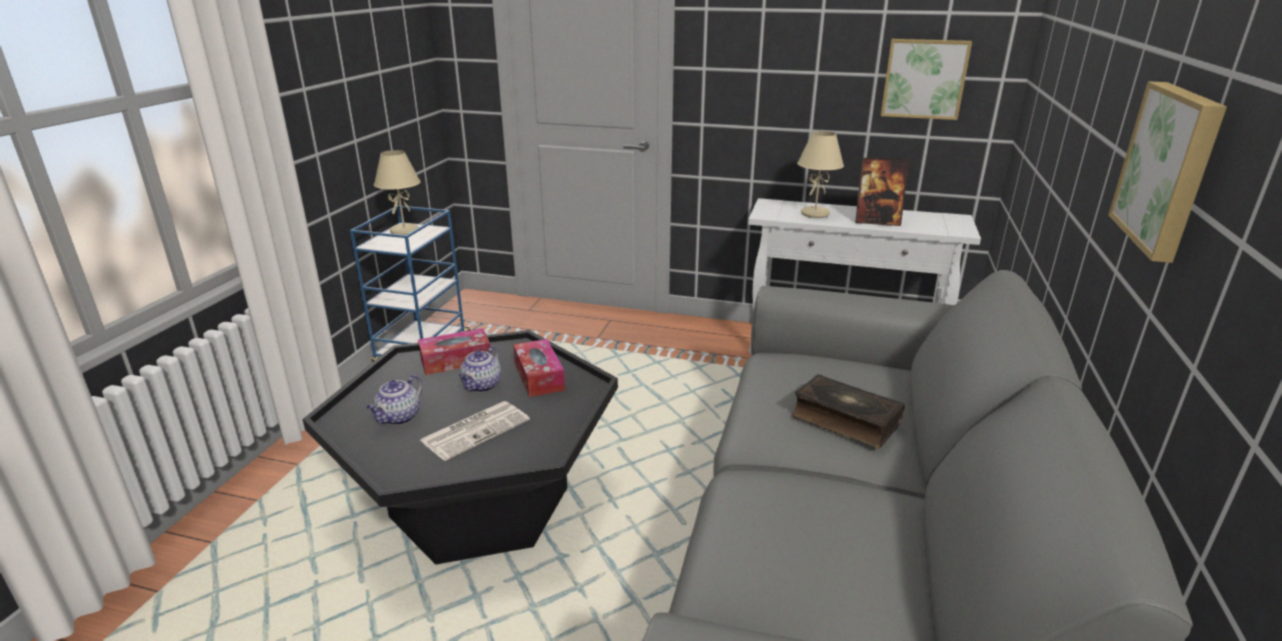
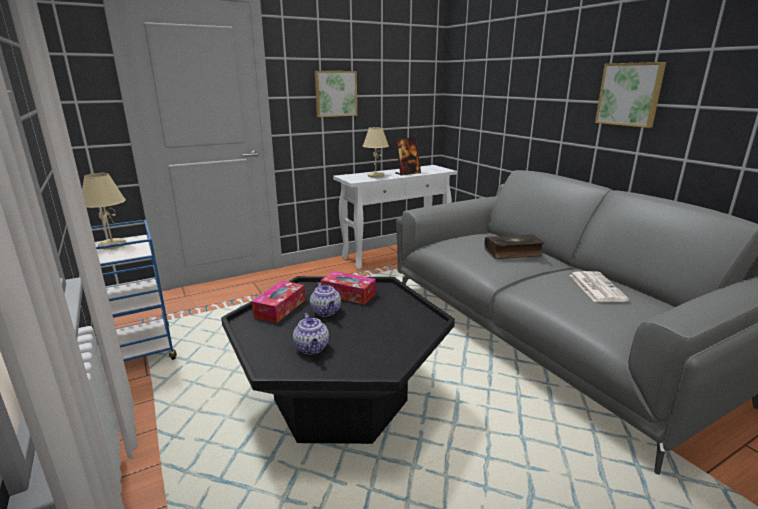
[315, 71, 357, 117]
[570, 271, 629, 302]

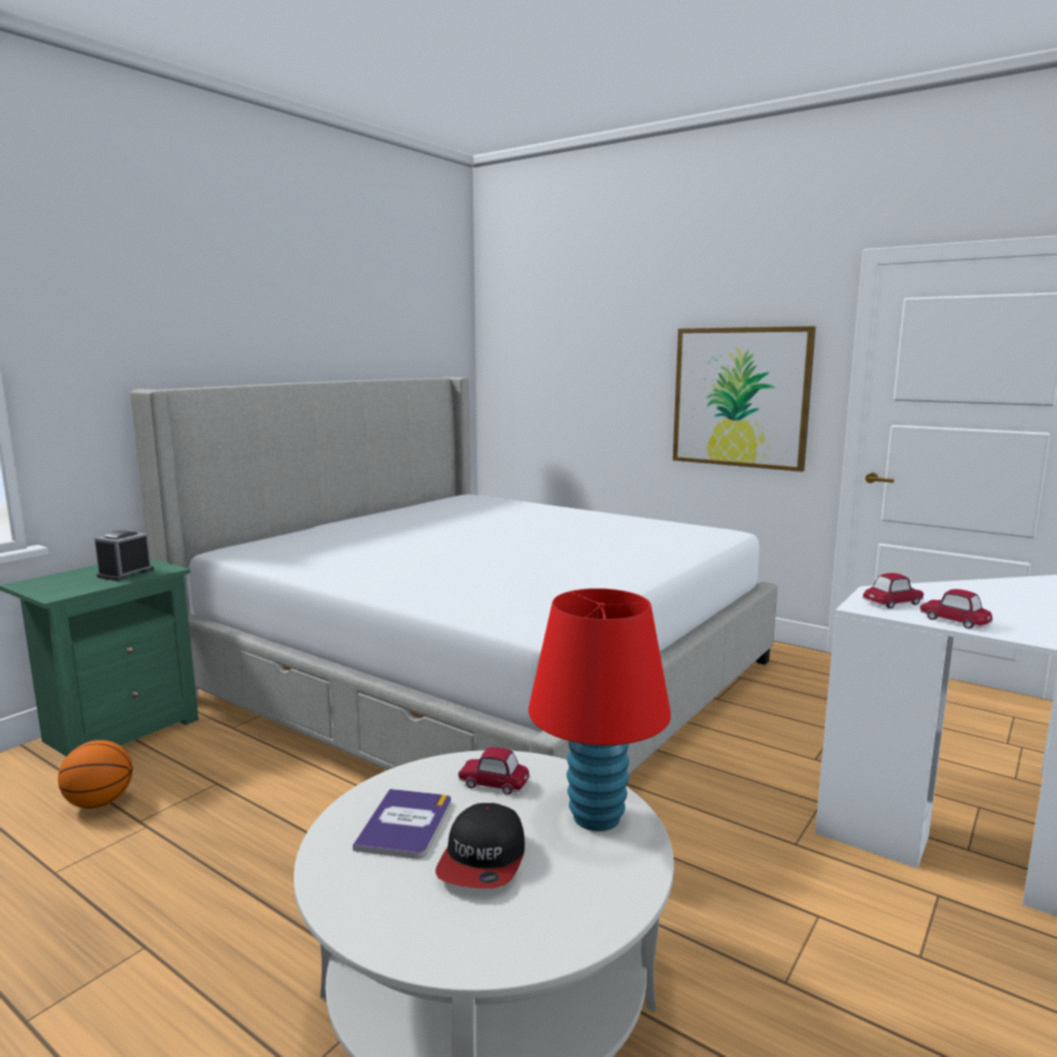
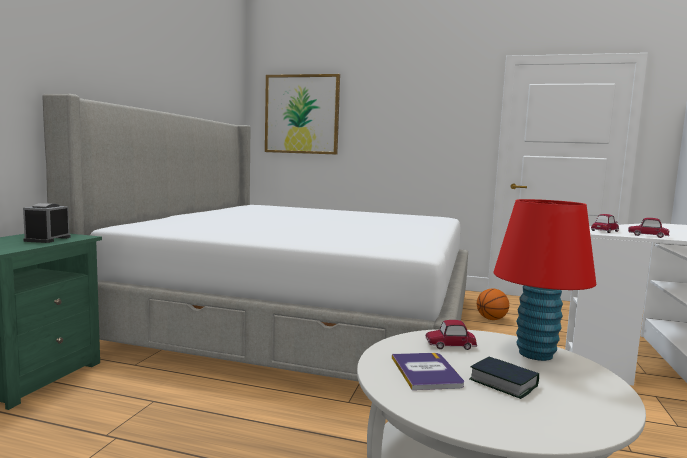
[265, 74, 340, 155]
[477, 289, 509, 320]
[469, 357, 539, 399]

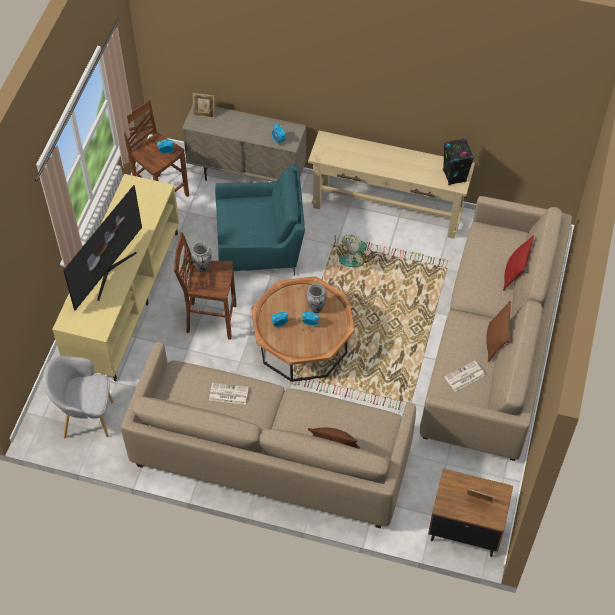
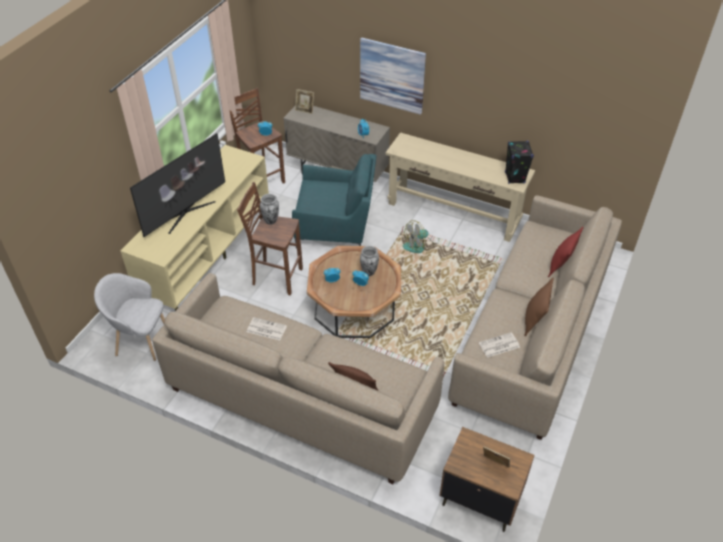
[360, 37, 426, 115]

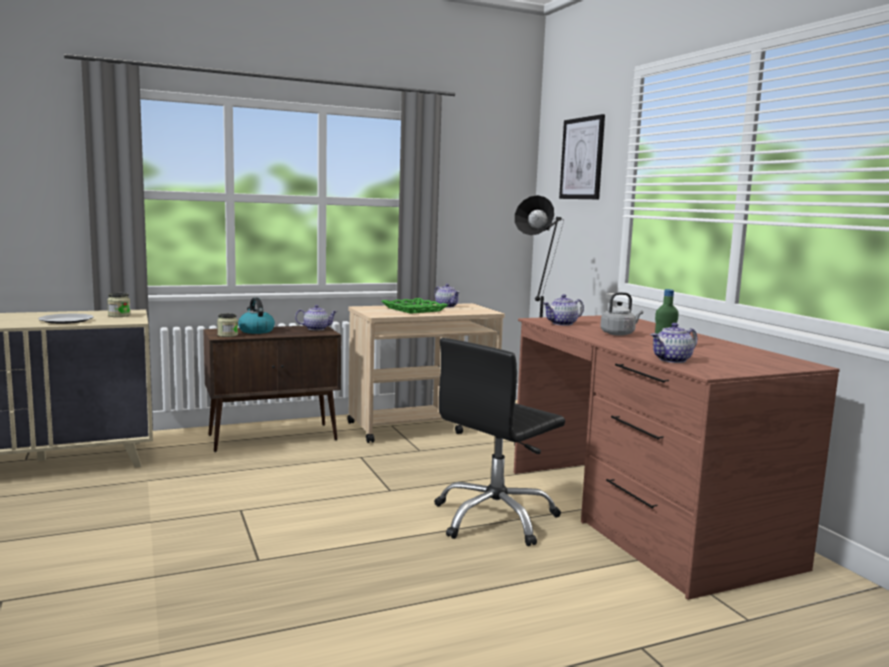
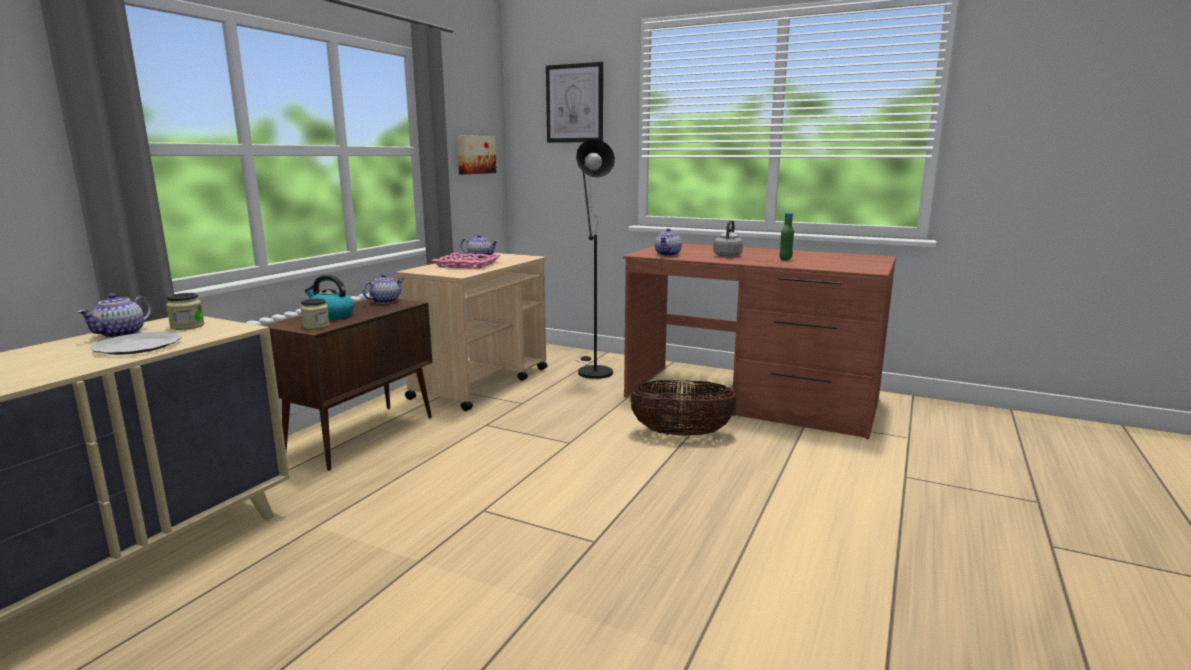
[432, 253, 501, 269]
[77, 293, 152, 338]
[629, 380, 737, 436]
[457, 135, 496, 174]

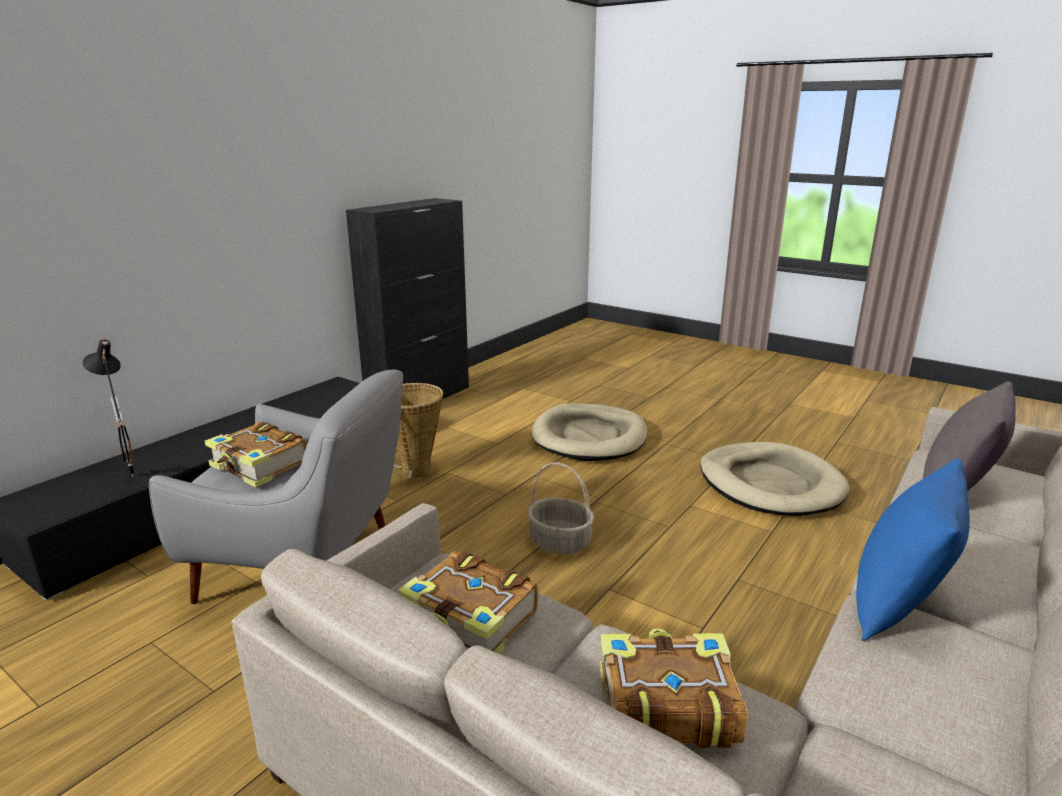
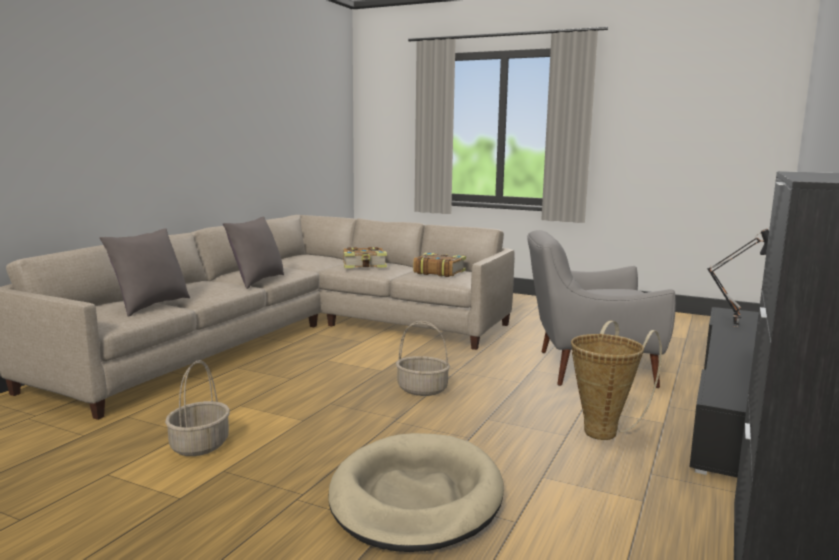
[205, 422, 307, 487] (first image)
[165, 360, 230, 456]
[223, 217, 284, 289]

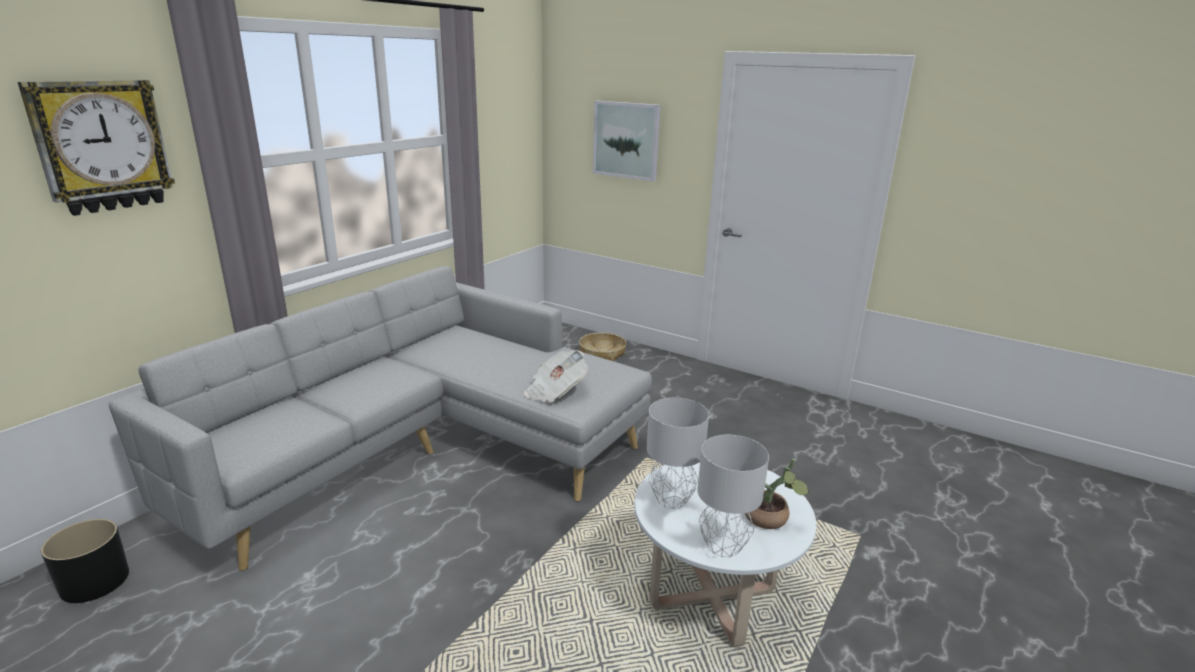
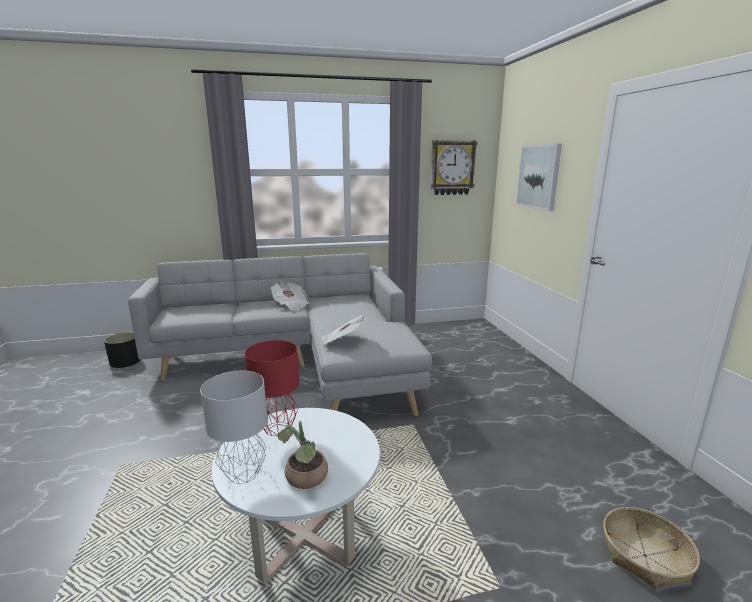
[430, 140, 477, 195]
[603, 507, 700, 589]
[245, 340, 299, 436]
[271, 281, 310, 311]

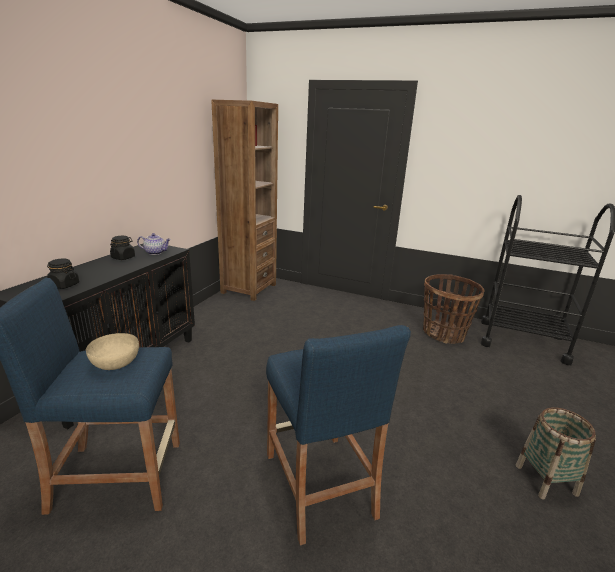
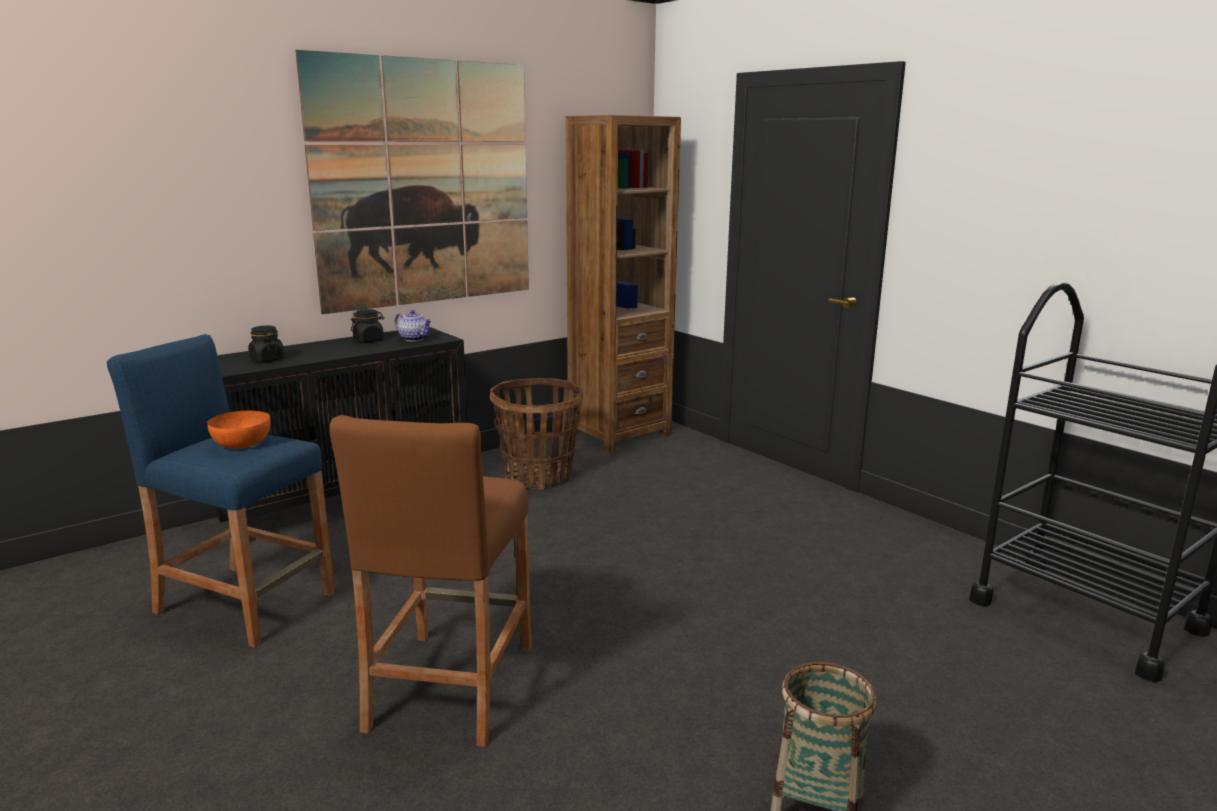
[490, 378, 583, 489]
[329, 415, 531, 747]
[207, 411, 271, 449]
[295, 50, 529, 314]

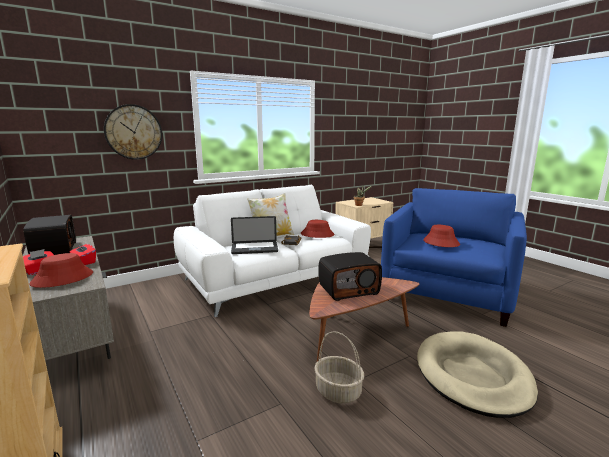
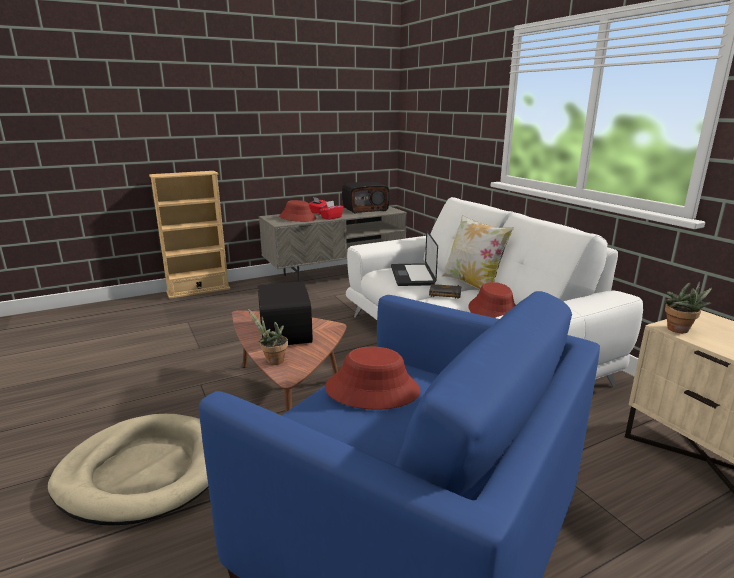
[104, 104, 162, 160] (first image)
[314, 331, 364, 403] (first image)
[248, 309, 288, 365]

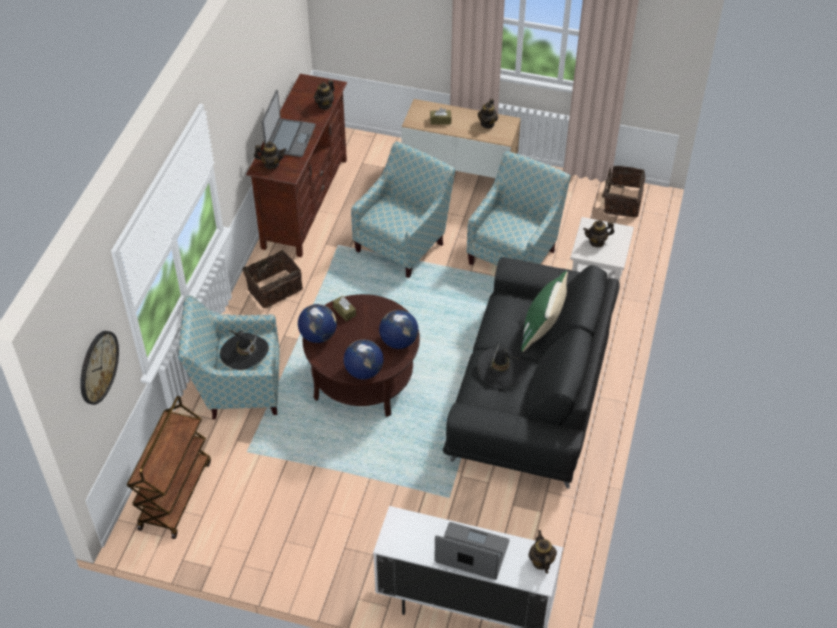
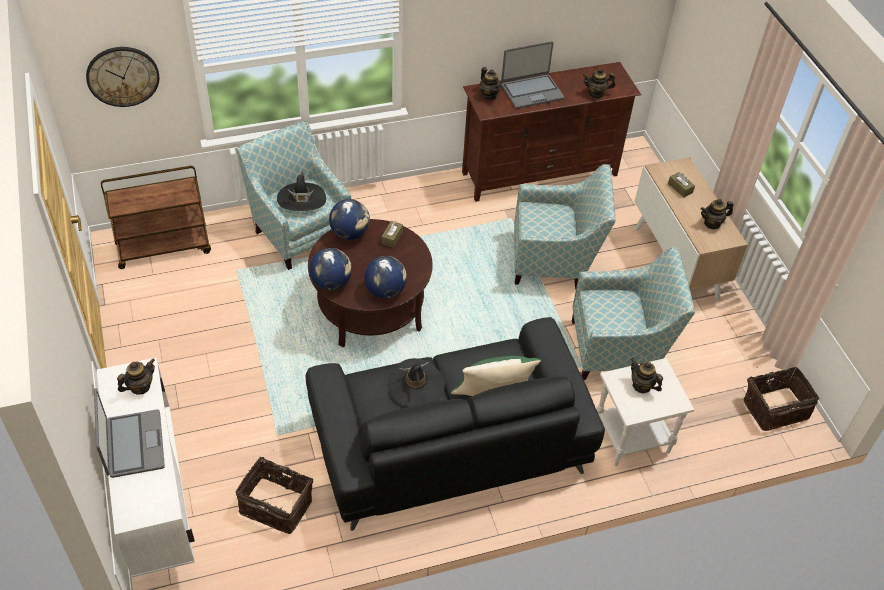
[236, 457, 313, 534]
[117, 358, 155, 395]

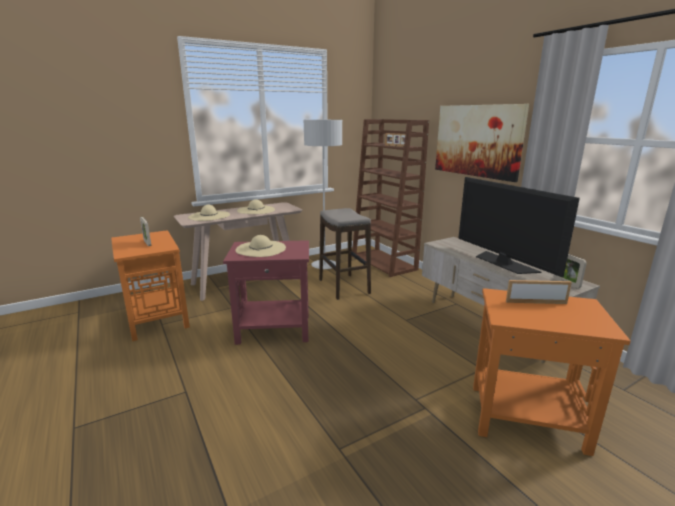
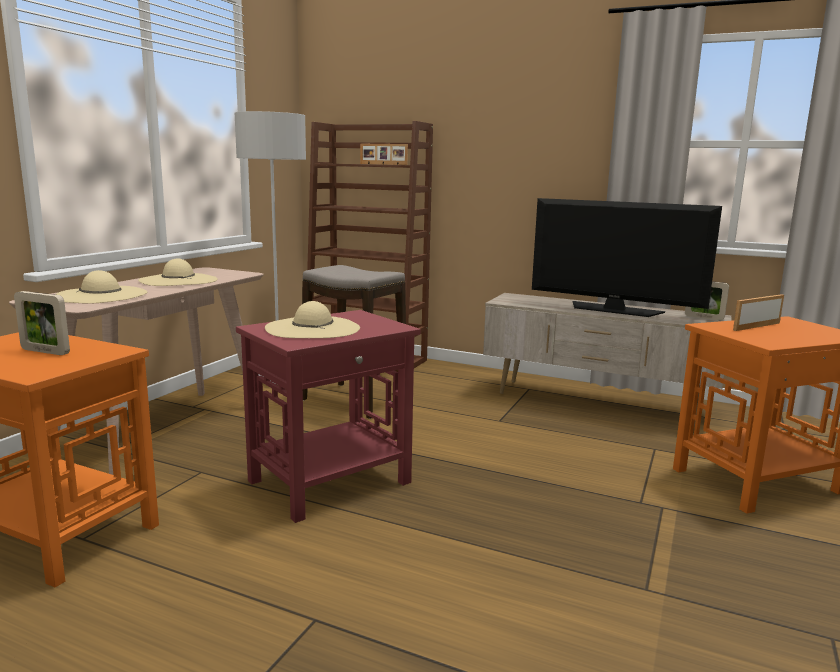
[435, 104, 529, 182] (first image)

